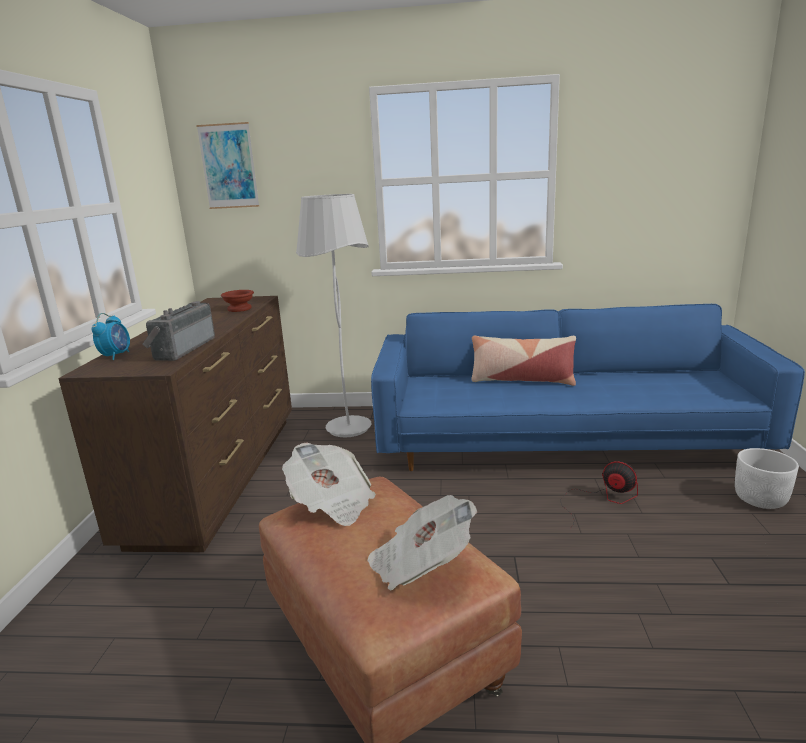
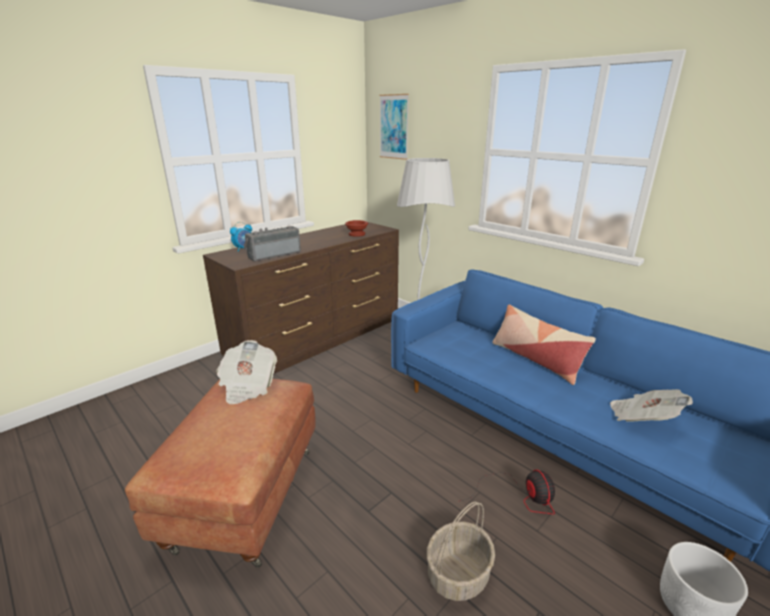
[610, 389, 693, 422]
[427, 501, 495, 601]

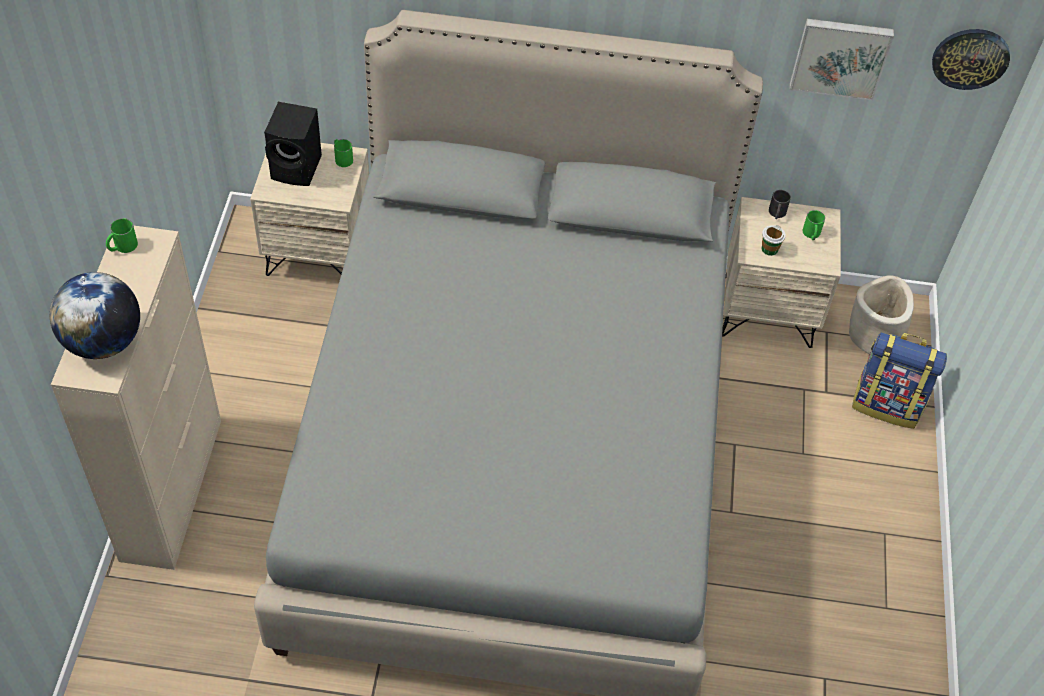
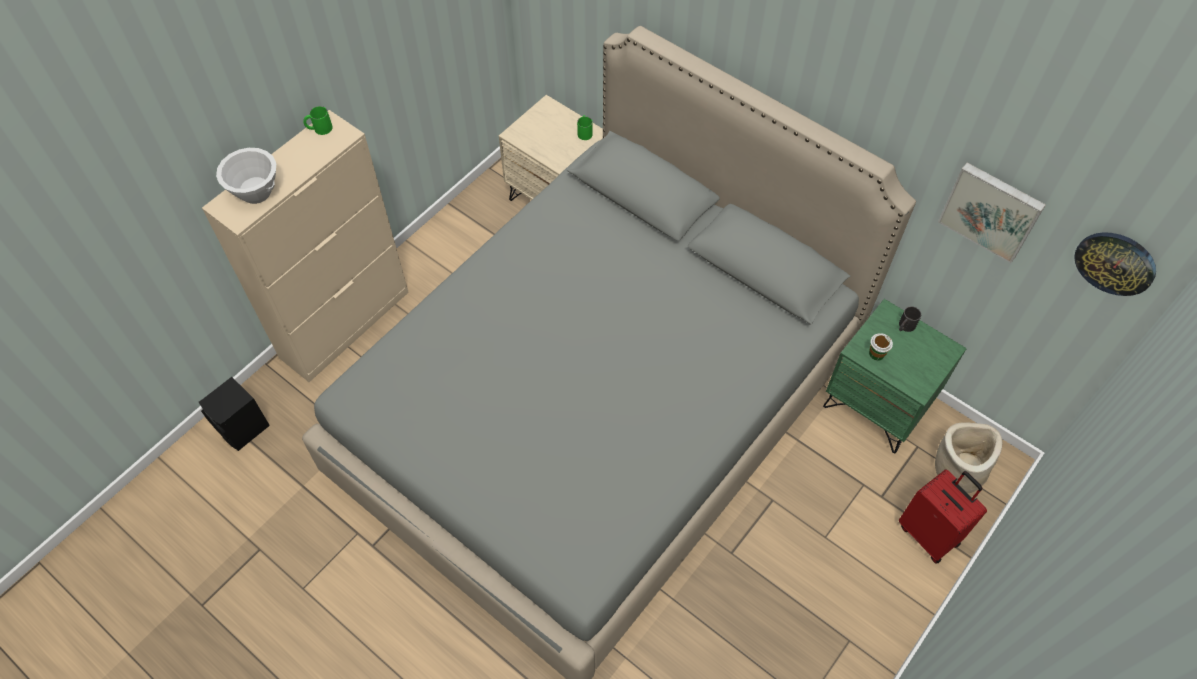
[199, 377, 270, 451]
[823, 299, 967, 454]
[802, 210, 825, 240] (first image)
[216, 148, 276, 204]
[899, 469, 987, 564]

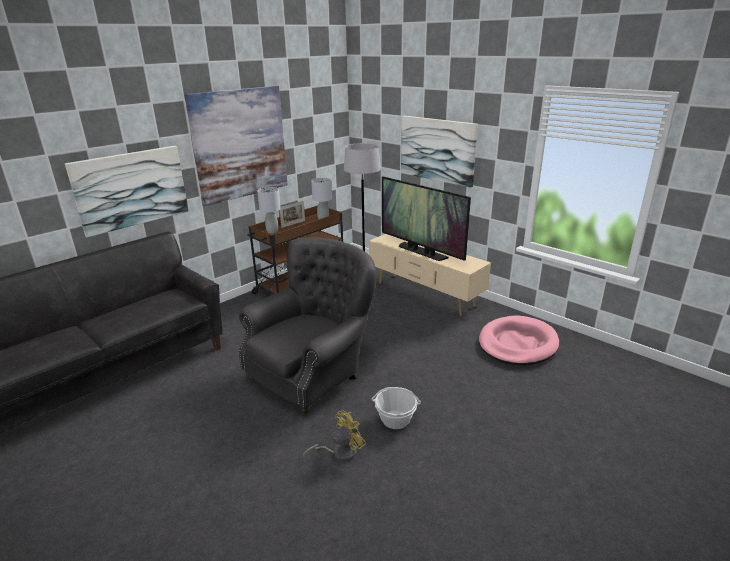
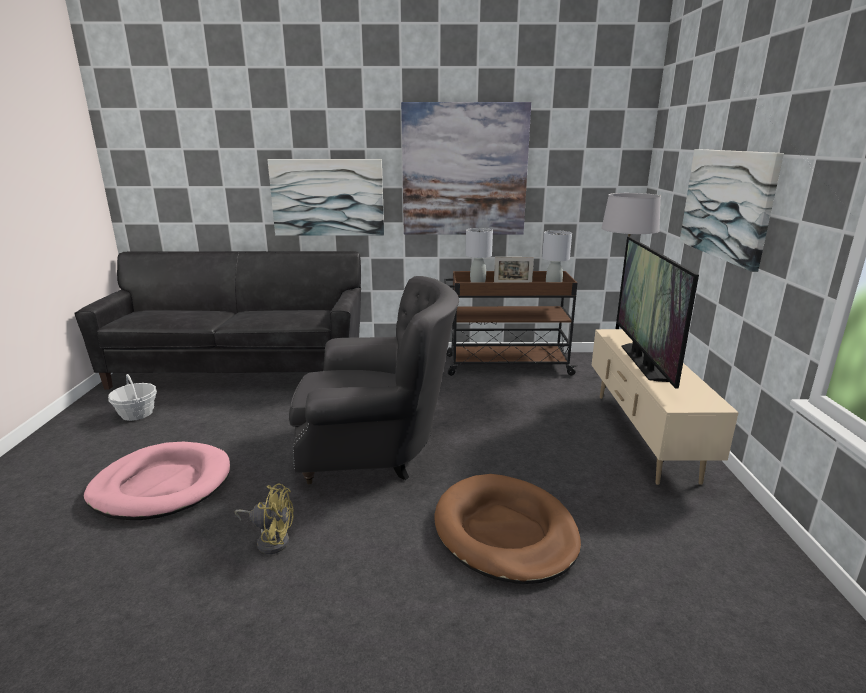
[84, 441, 230, 520]
[108, 374, 157, 421]
[434, 474, 581, 584]

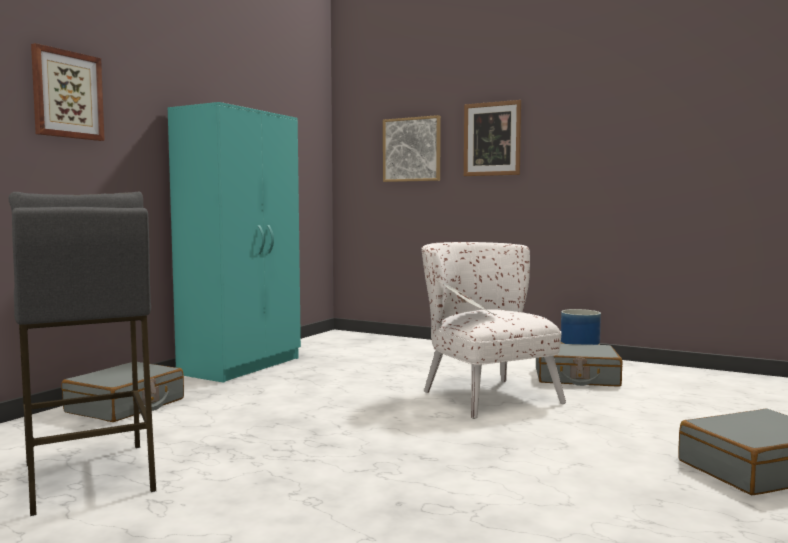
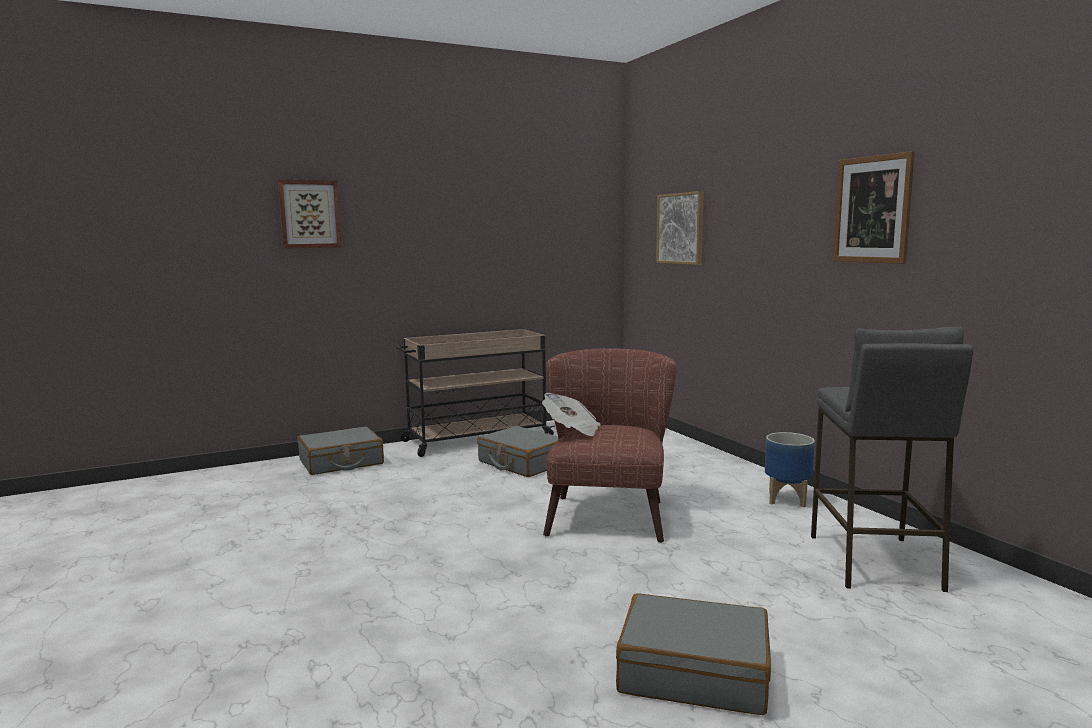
[833, 151, 915, 264]
[396, 329, 555, 457]
[811, 327, 974, 592]
[543, 348, 677, 543]
[477, 426, 558, 477]

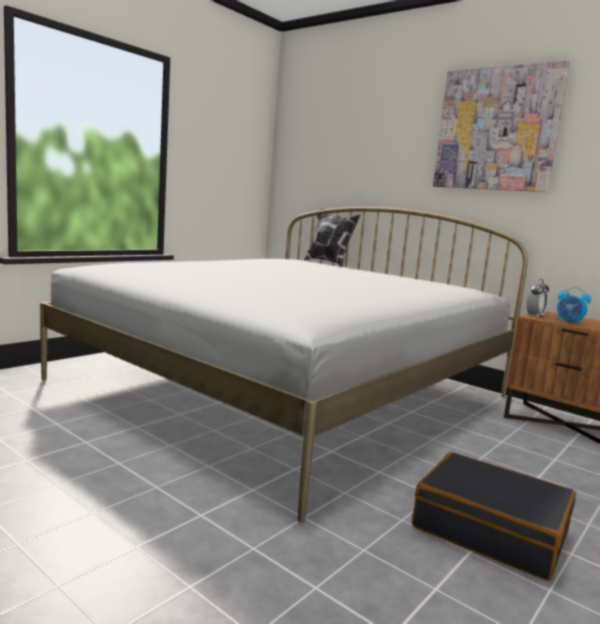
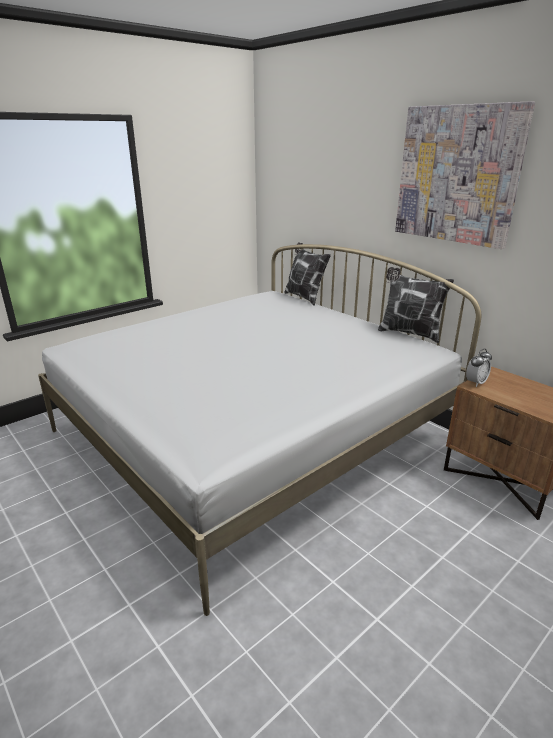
[555, 287, 591, 325] (first image)
[412, 452, 576, 581] (first image)
[378, 267, 454, 343]

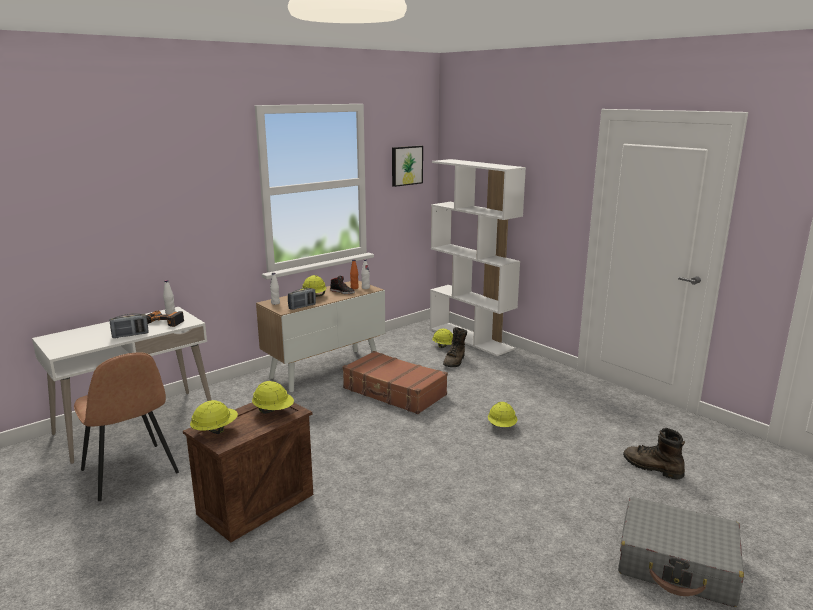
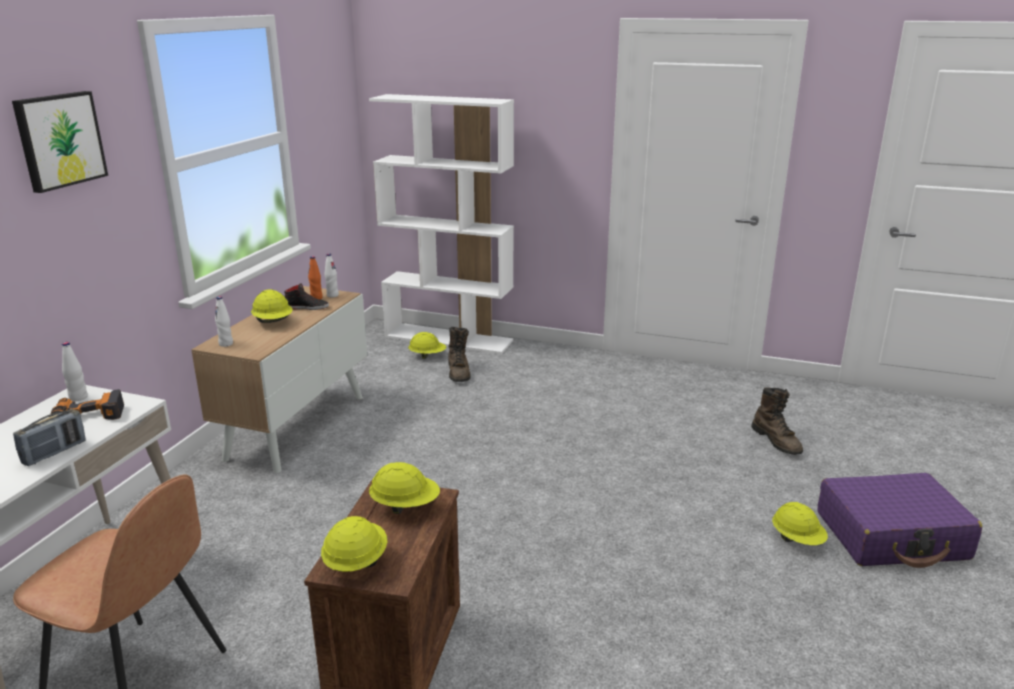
[12, 91, 108, 193]
[288, 288, 316, 310] (first image)
[342, 351, 448, 414] (first image)
[772, 502, 828, 545]
[751, 387, 803, 455]
[817, 473, 982, 568]

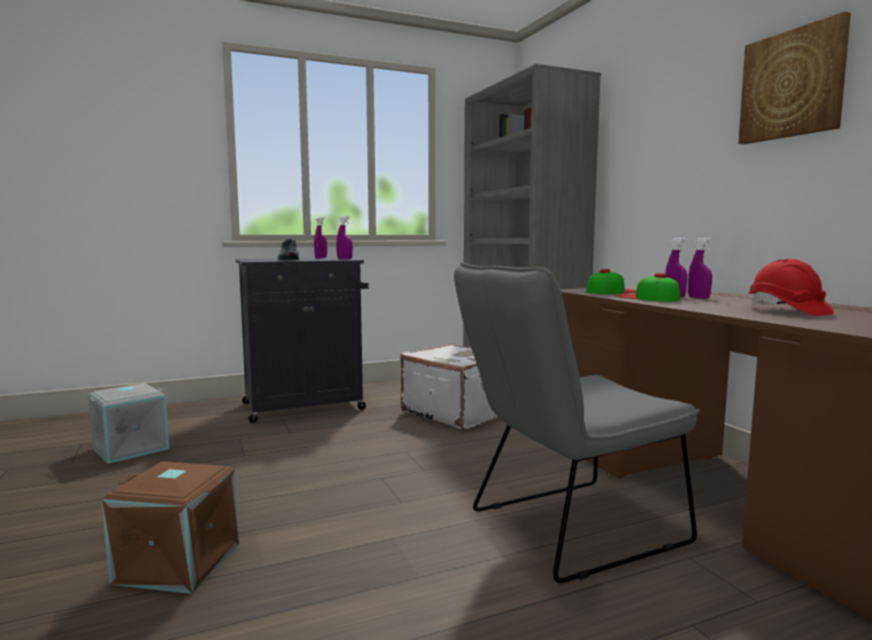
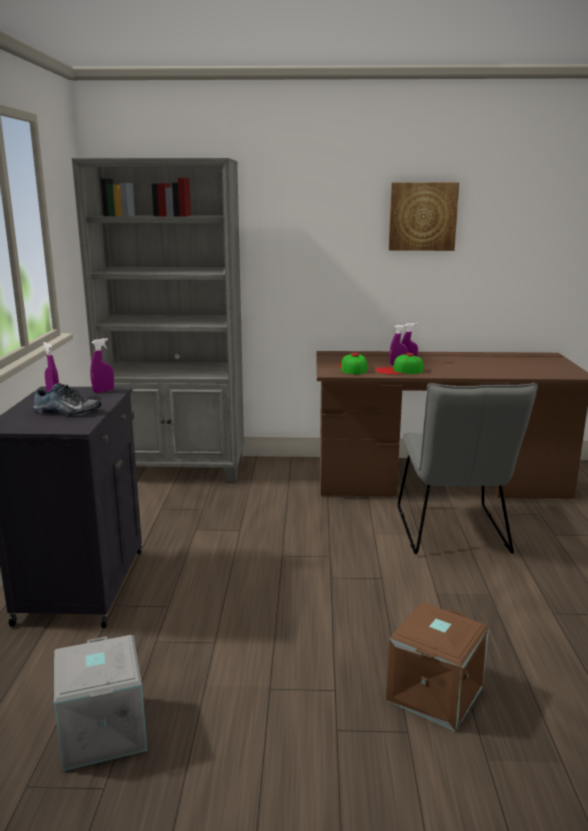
[748, 259, 834, 316] (first image)
[400, 344, 499, 430] (first image)

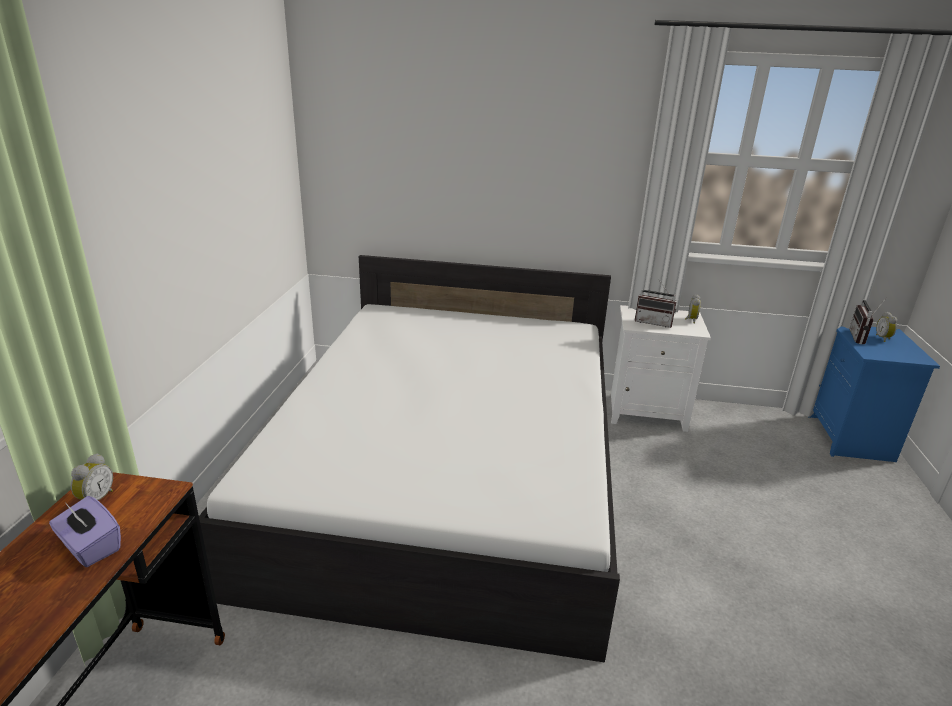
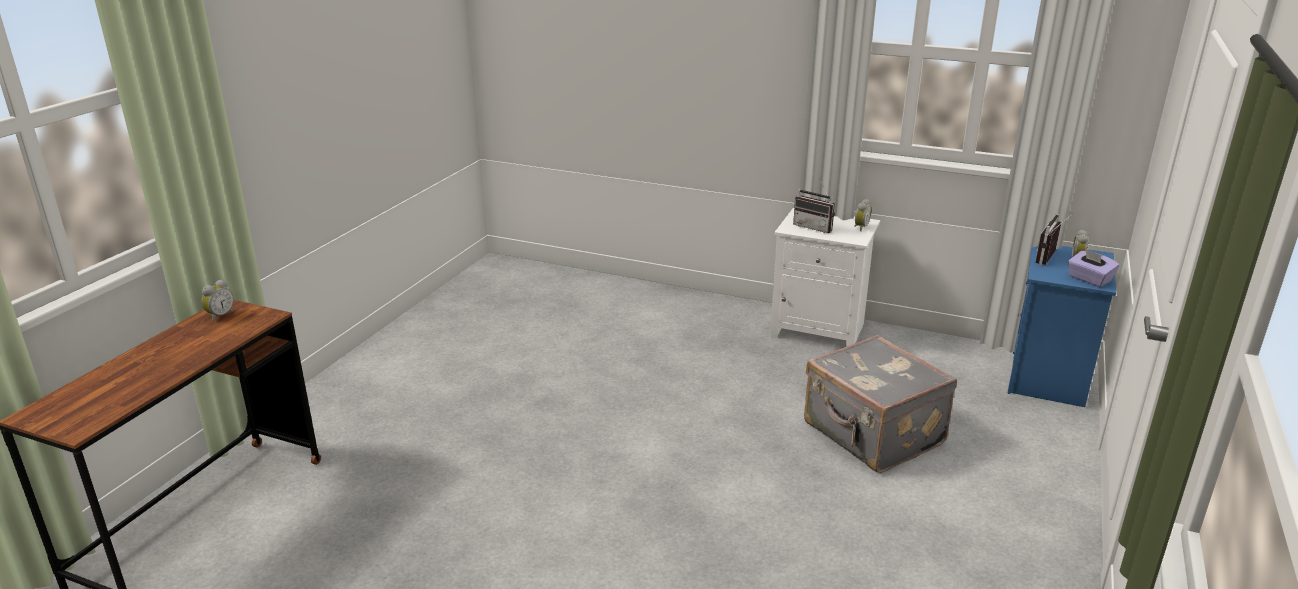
[199, 255, 620, 663] (first image)
[1067, 248, 1119, 287]
[804, 335, 957, 473]

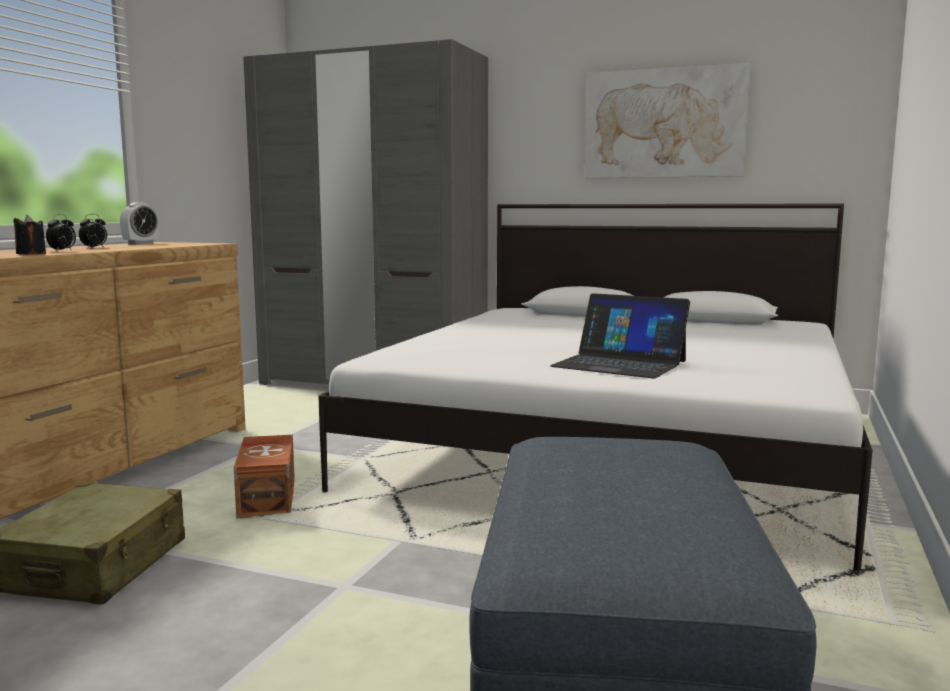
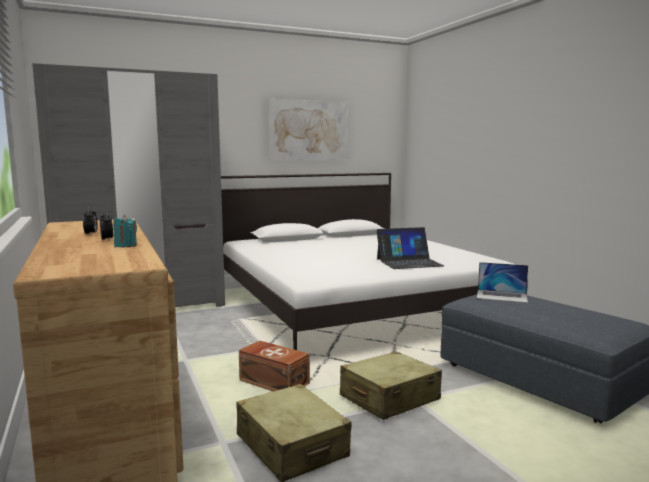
[120, 202, 159, 244] (first image)
[113, 215, 137, 247]
[477, 262, 528, 303]
[340, 351, 442, 420]

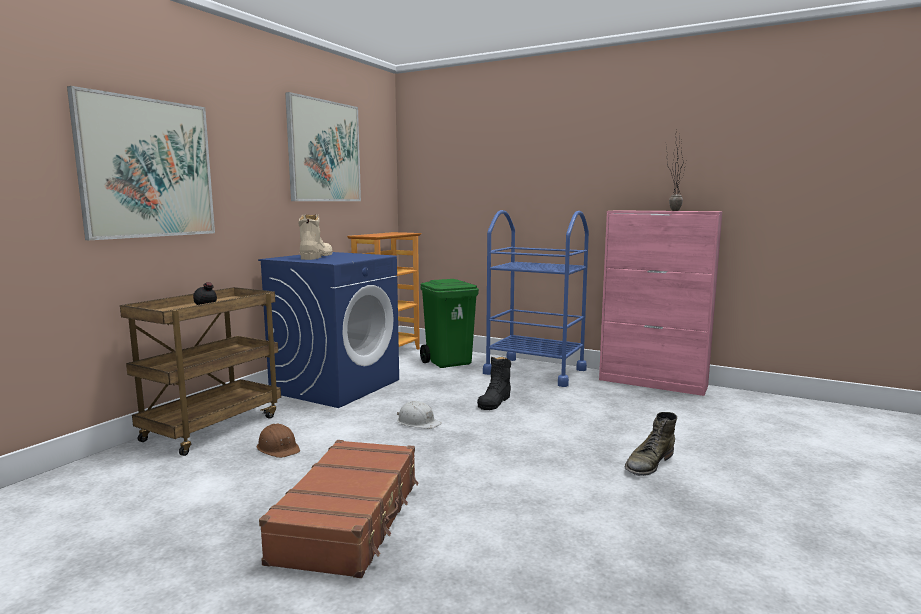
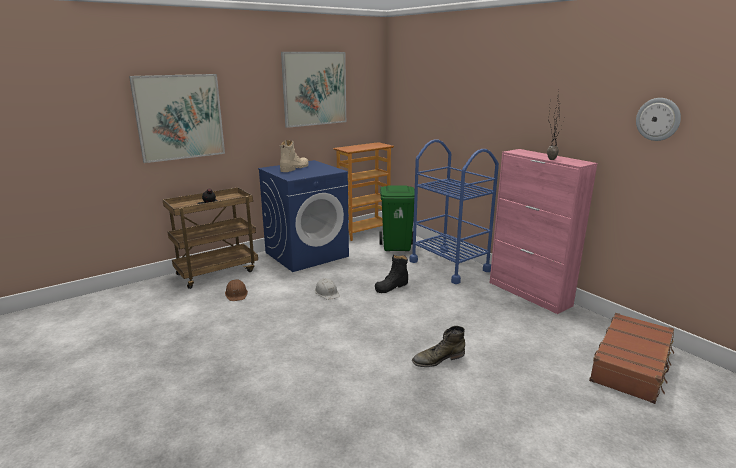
[589, 313, 674, 404]
[636, 98, 681, 141]

